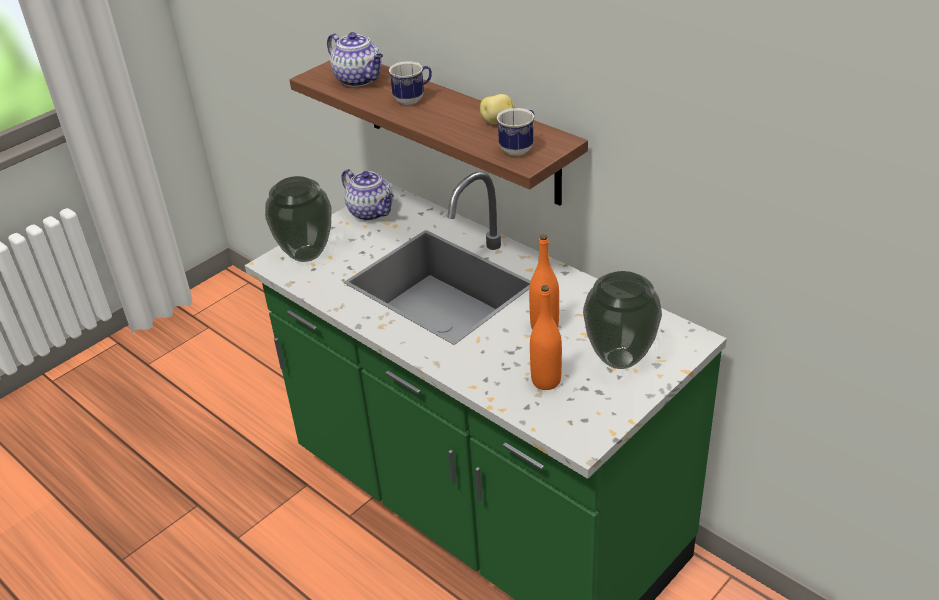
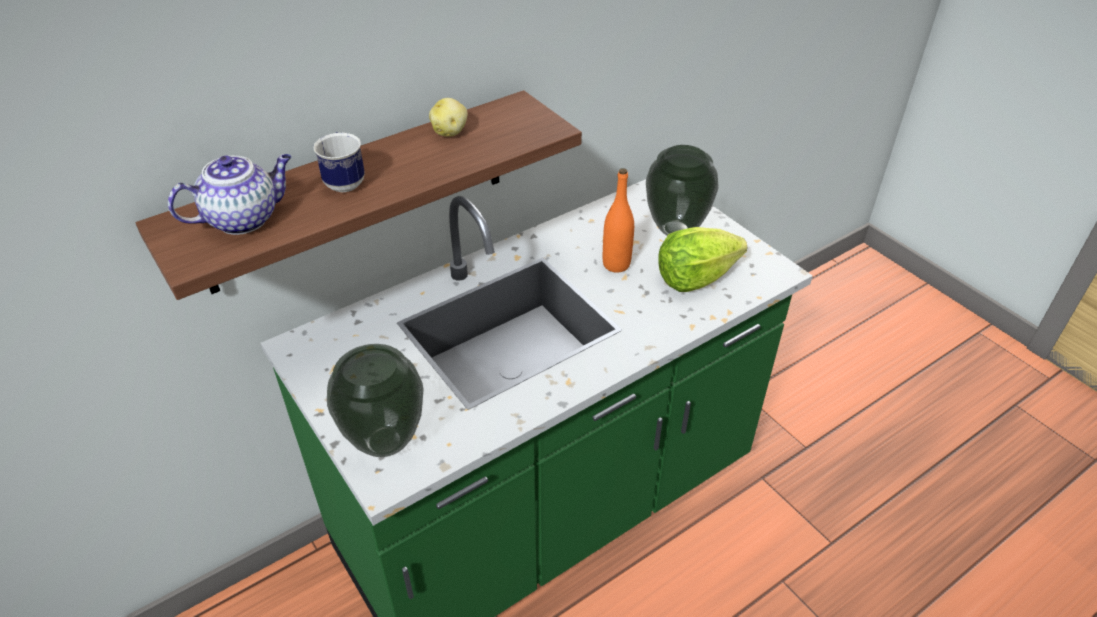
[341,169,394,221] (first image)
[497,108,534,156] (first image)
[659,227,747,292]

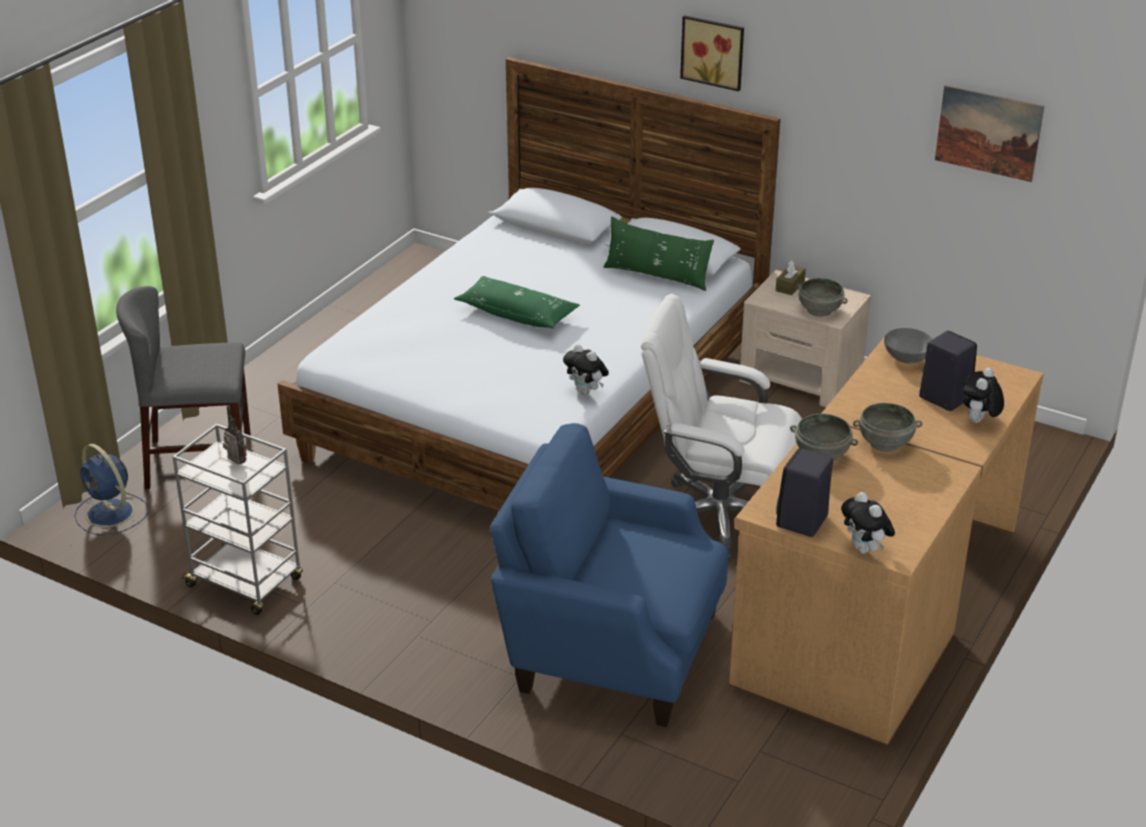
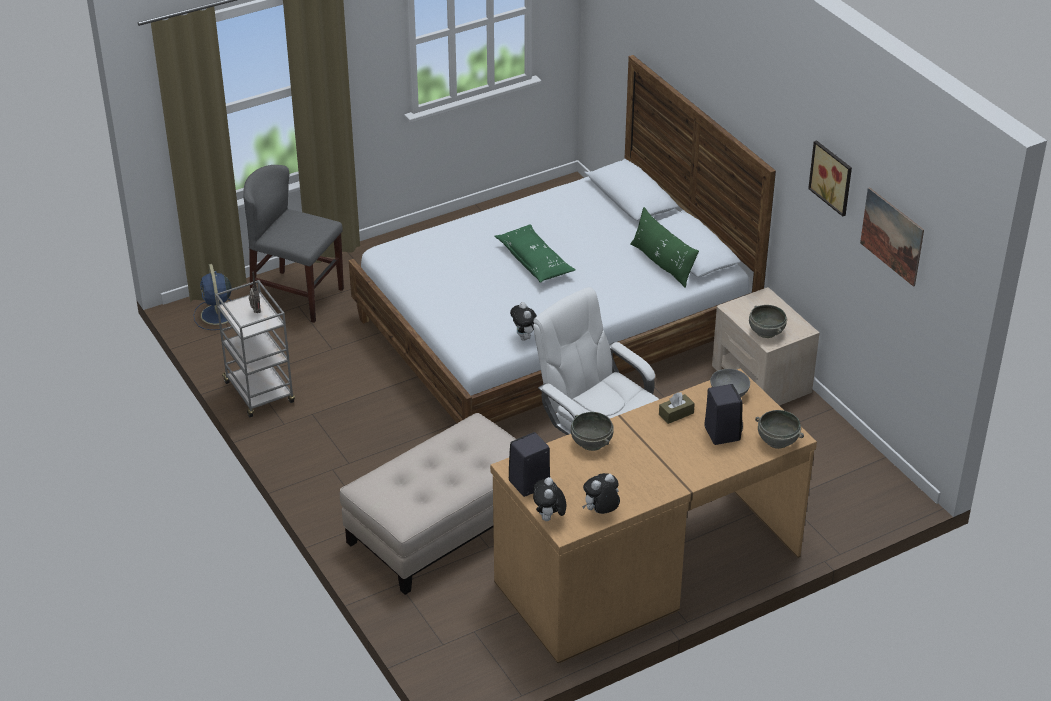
[340,413,516,595]
[808,140,852,217]
[659,392,695,424]
[755,410,804,449]
[582,473,620,514]

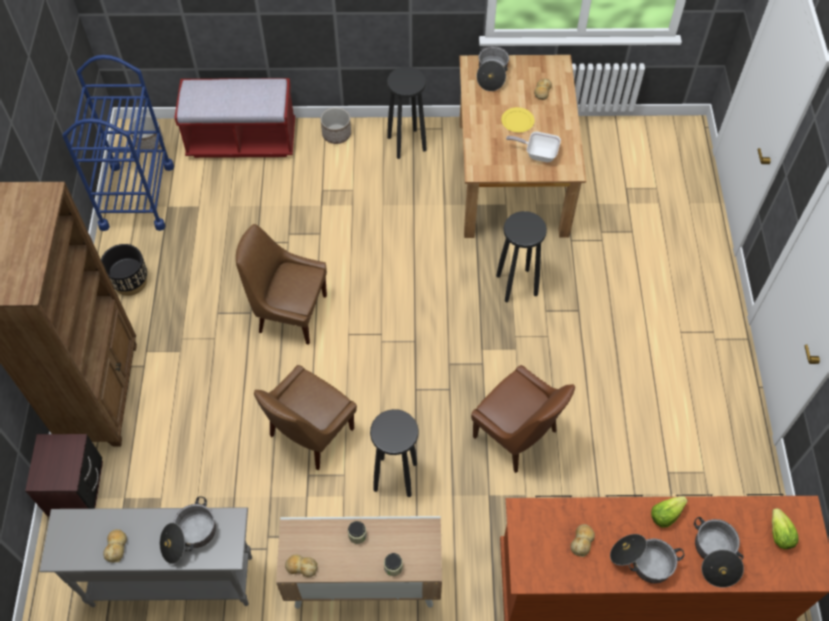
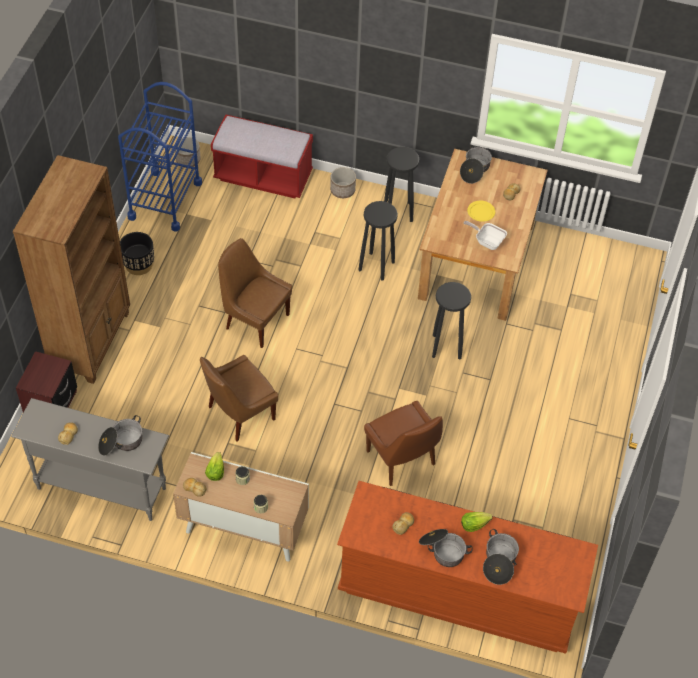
[358,201,398,281]
[205,452,224,481]

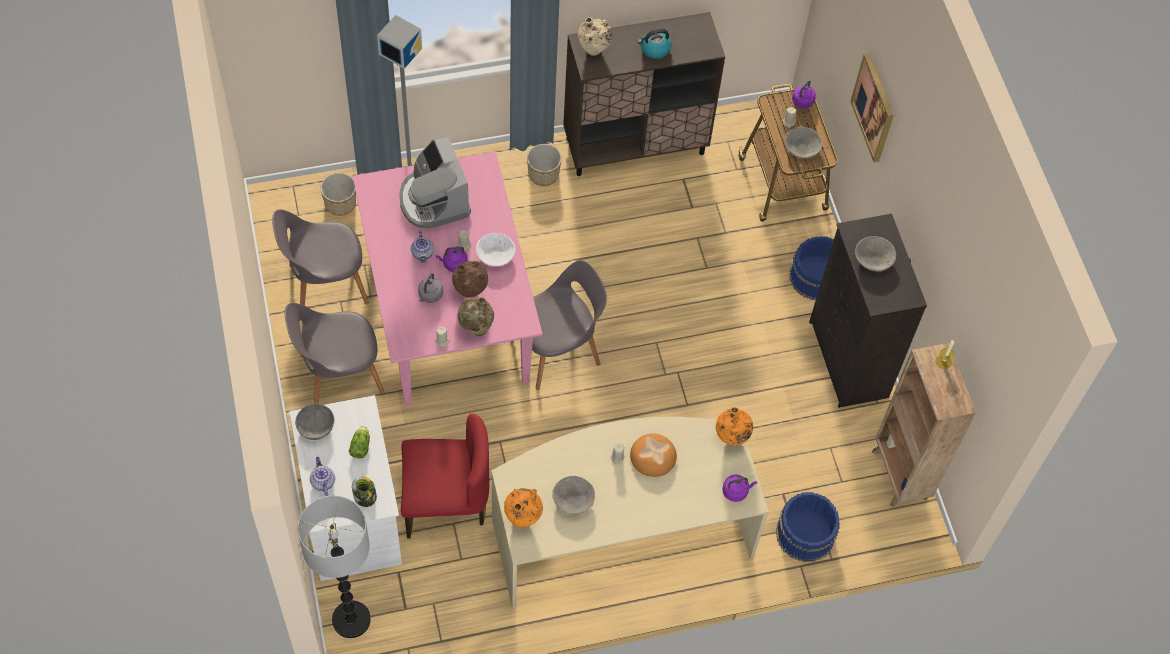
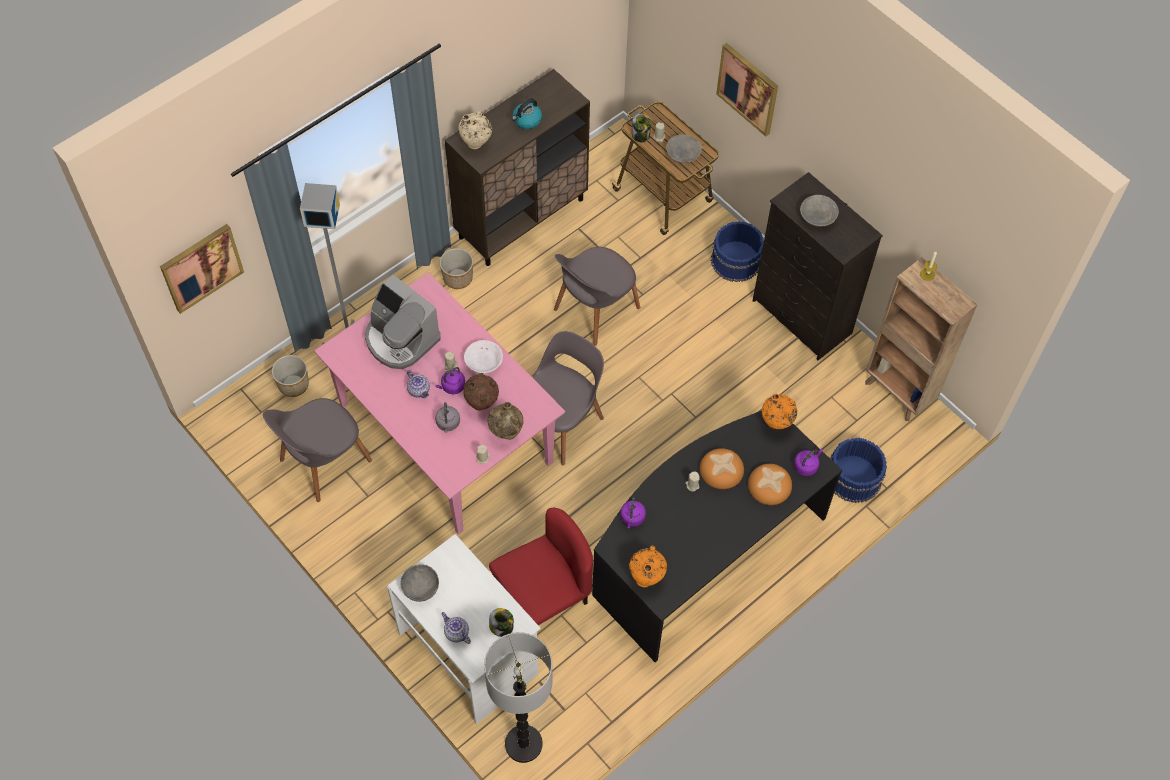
[554,247,640,346]
[349,426,370,458] (first image)
[592,411,842,662]
[552,476,595,515] (first image)
[621,497,646,528]
[160,224,244,314]
[632,114,651,142]
[748,464,792,505]

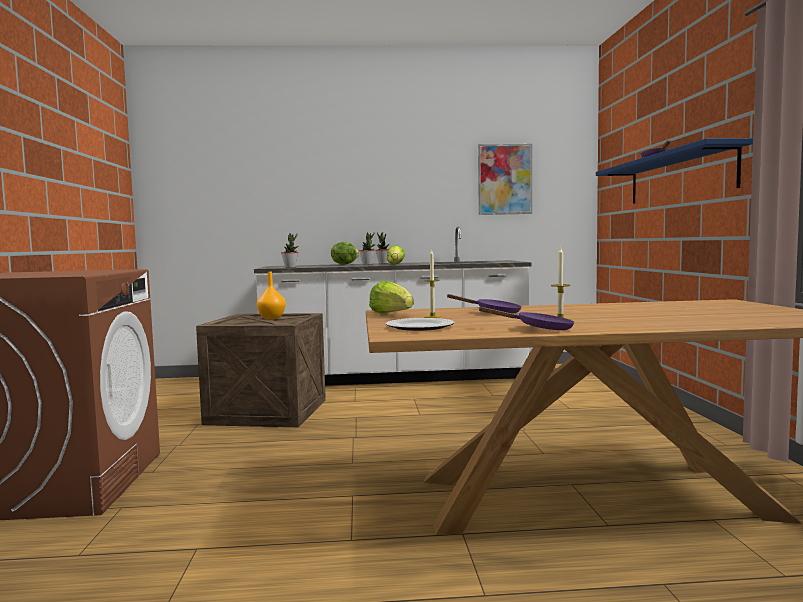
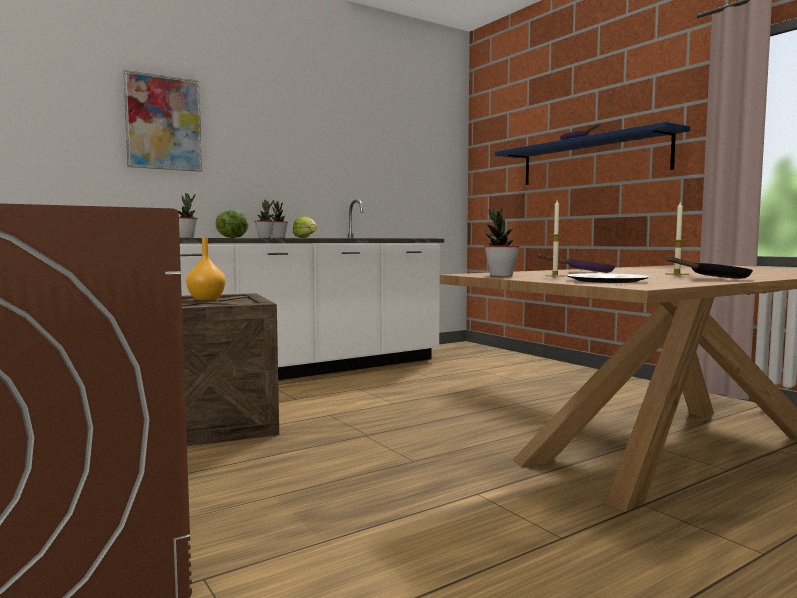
[484,208,520,277]
[123,70,202,172]
[666,257,753,279]

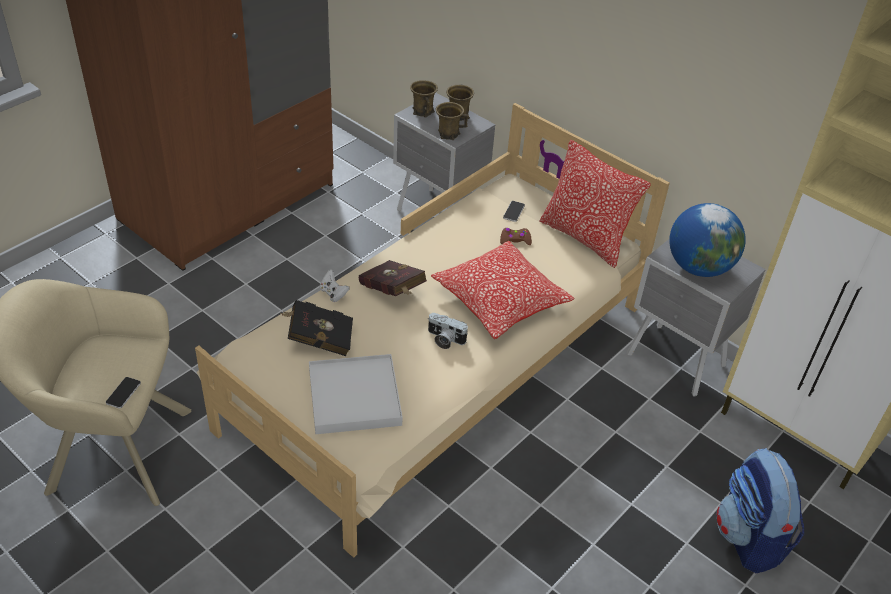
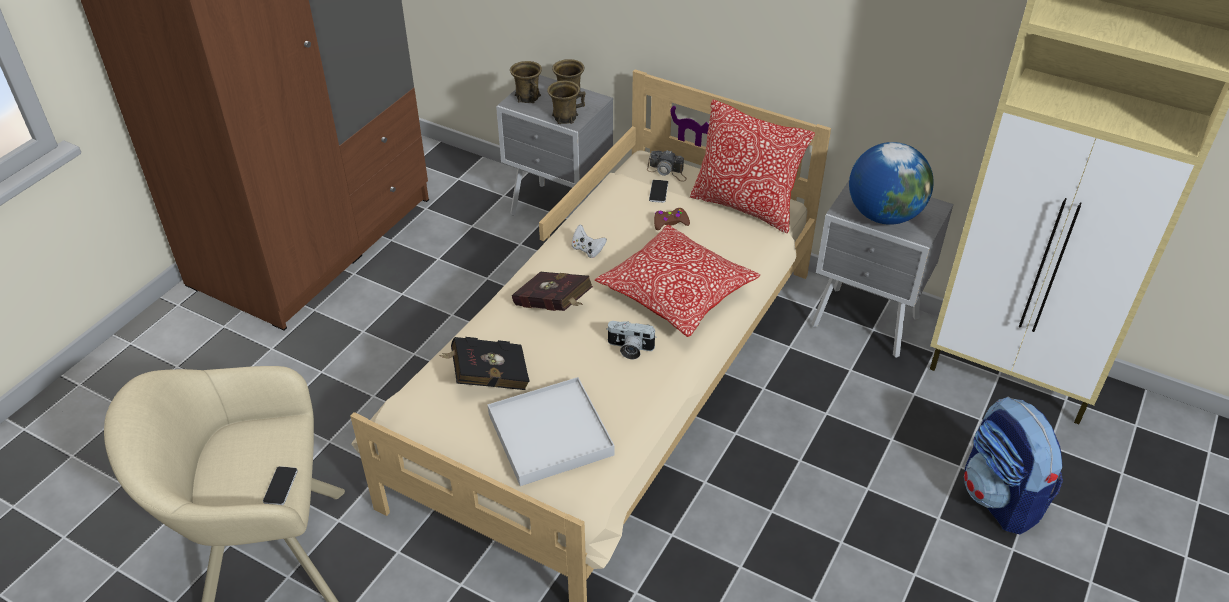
[572,225,607,258]
[647,151,687,181]

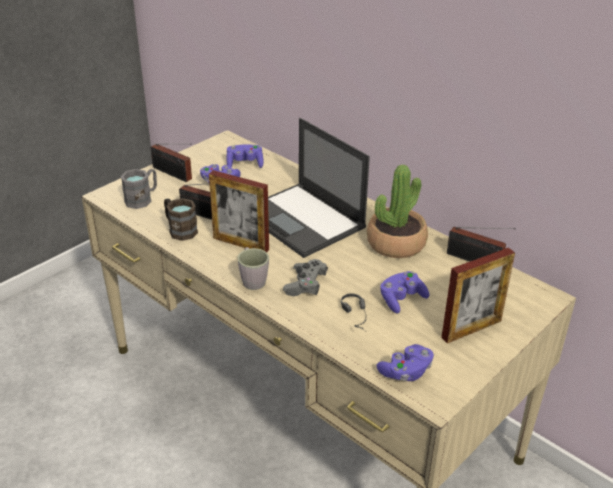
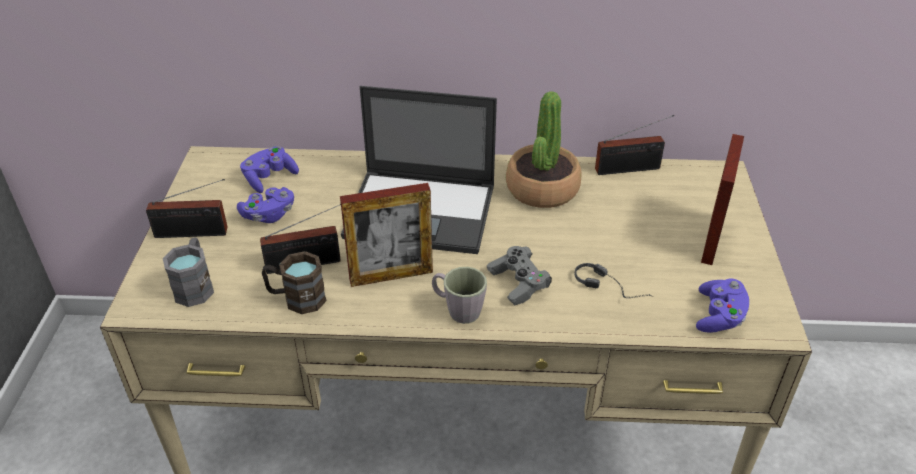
[380,271,429,314] (first image)

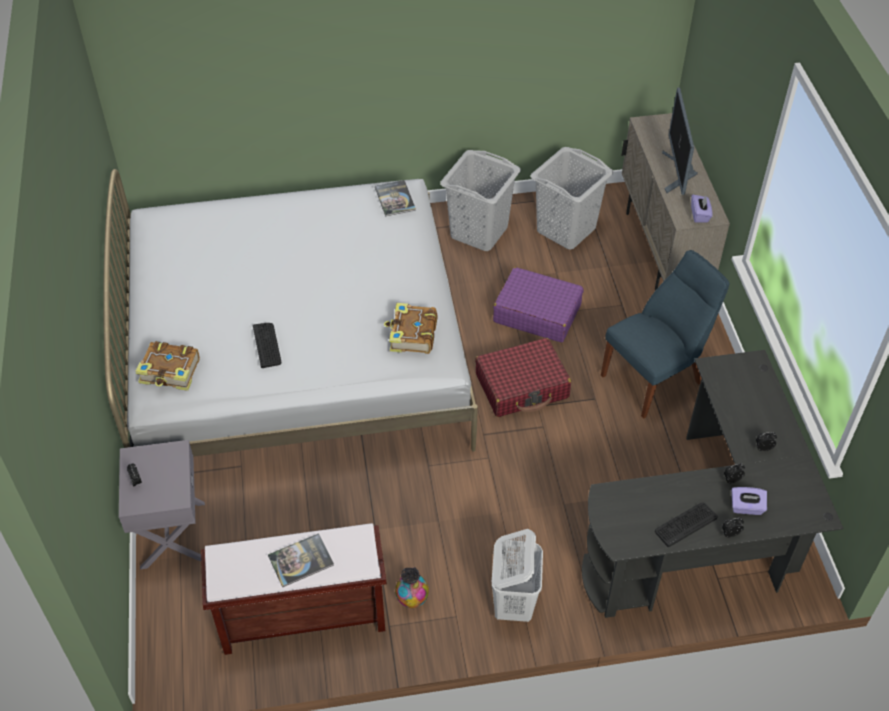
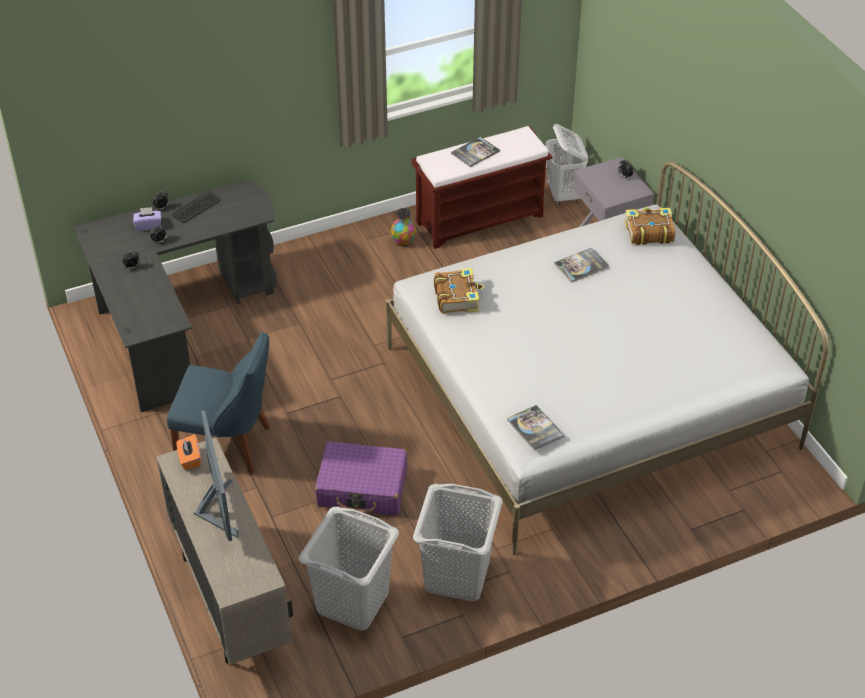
[554,248,609,282]
[475,338,571,417] (first image)
[545,124,588,205]
[167,332,270,474]
[177,435,201,470]

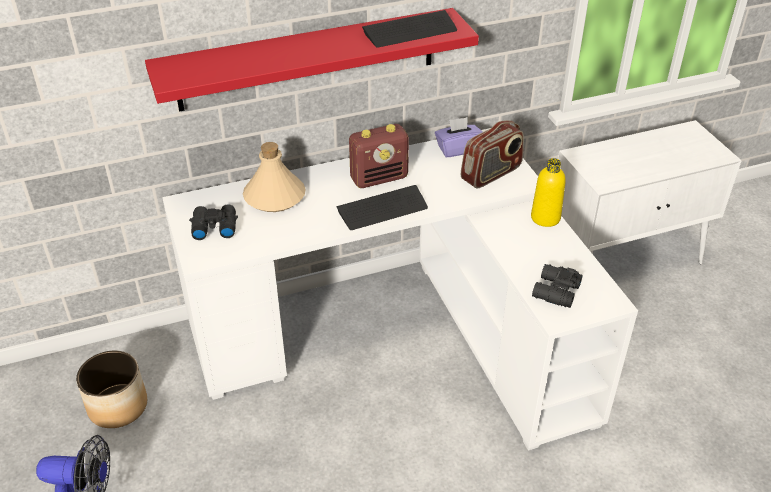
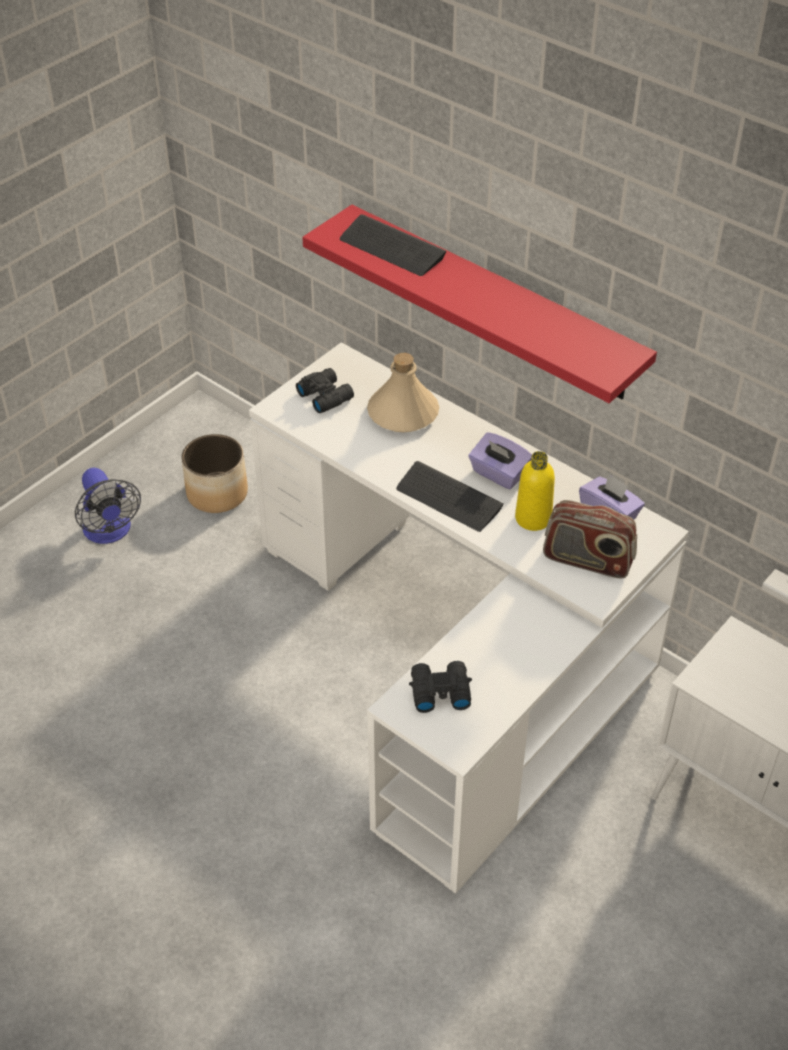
[468,432,532,489]
[340,214,447,276]
[515,451,555,531]

